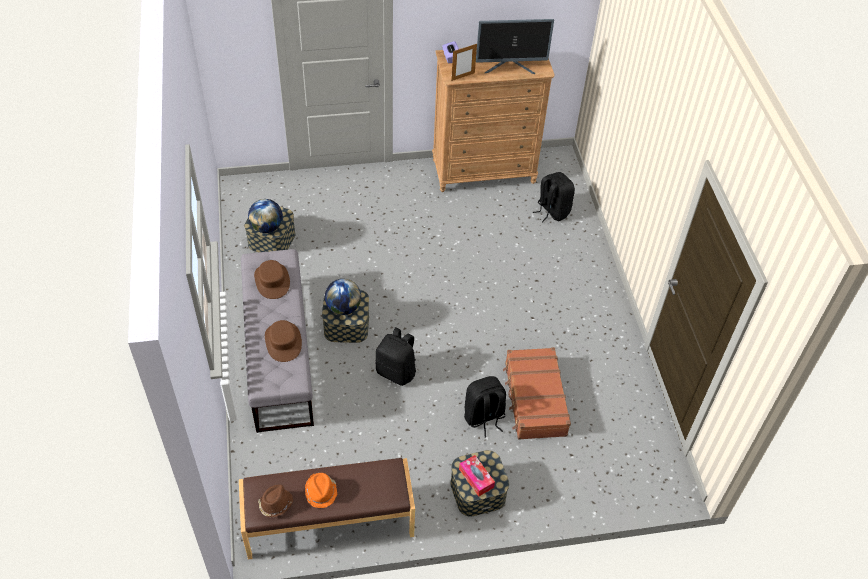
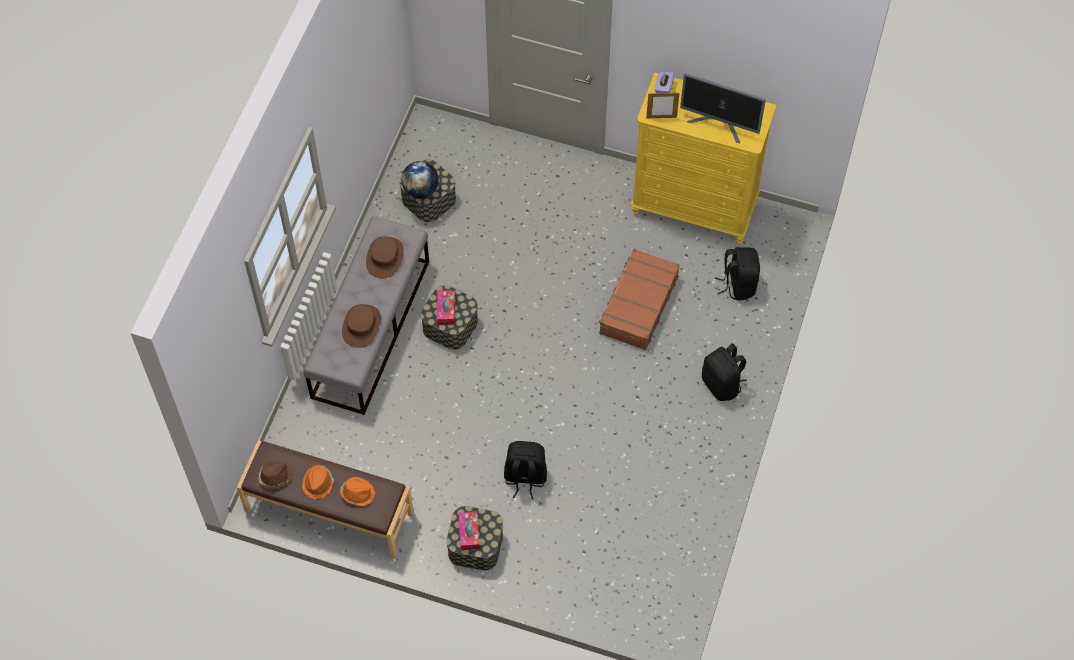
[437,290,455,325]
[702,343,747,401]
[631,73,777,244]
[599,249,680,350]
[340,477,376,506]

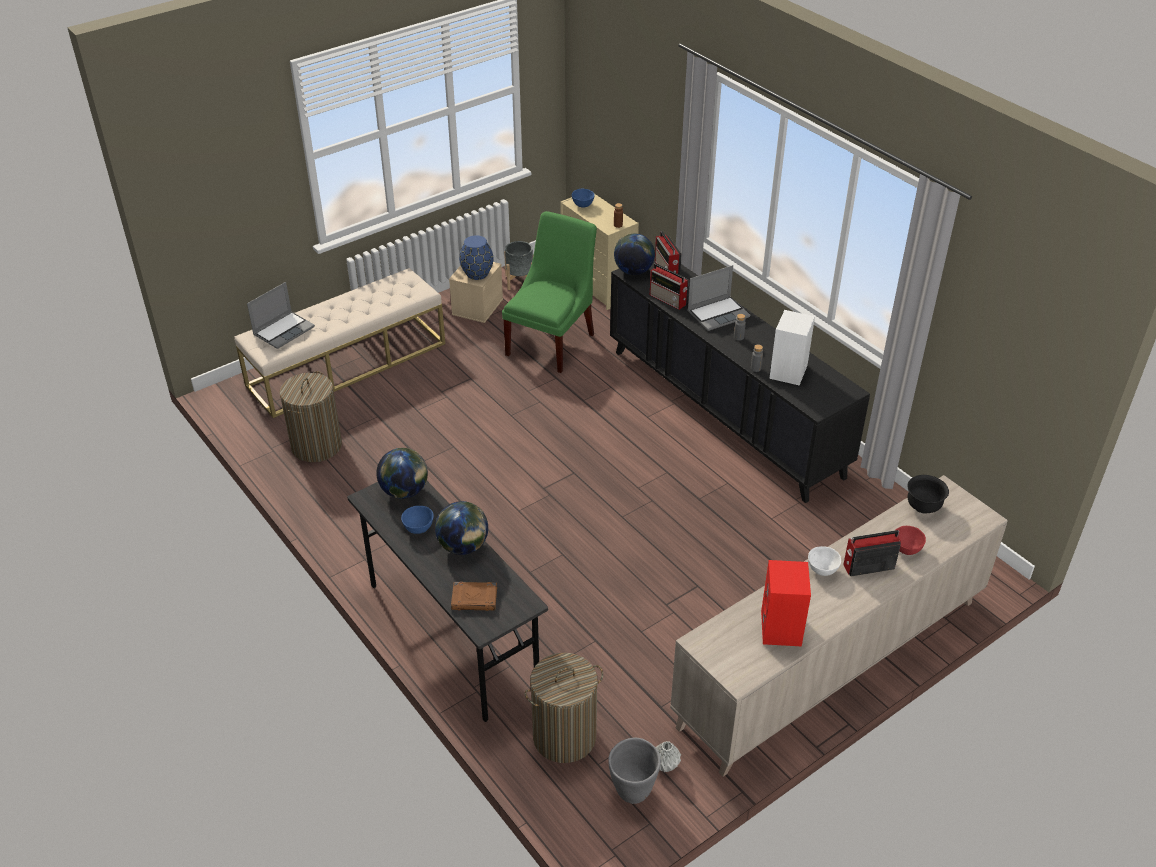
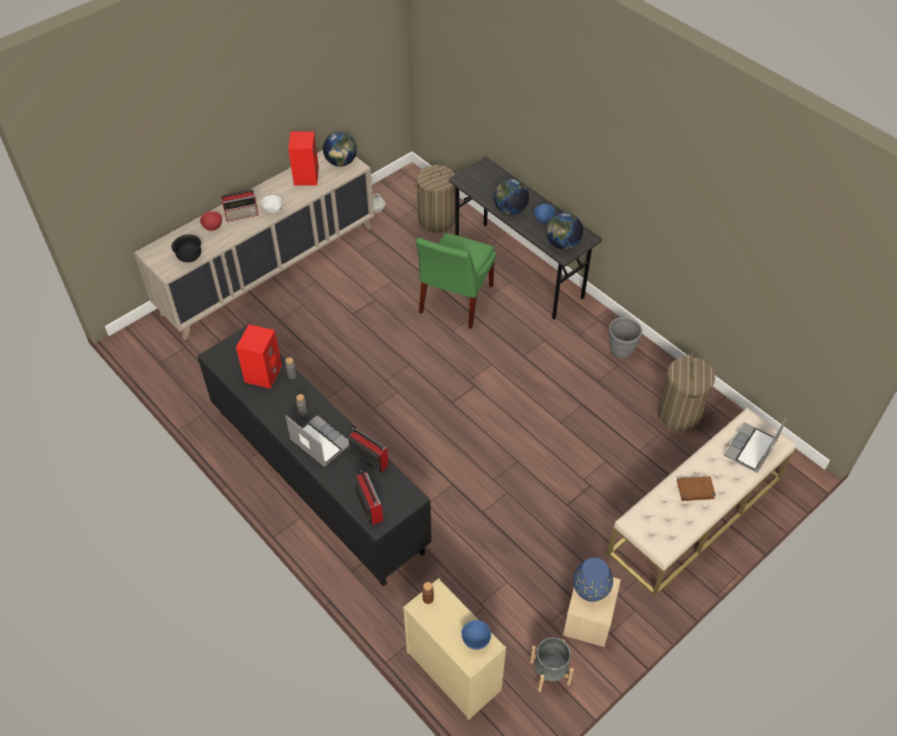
[677,476,716,501]
[416,233,496,329]
[609,317,642,359]
[323,132,357,167]
[286,415,349,467]
[236,324,282,388]

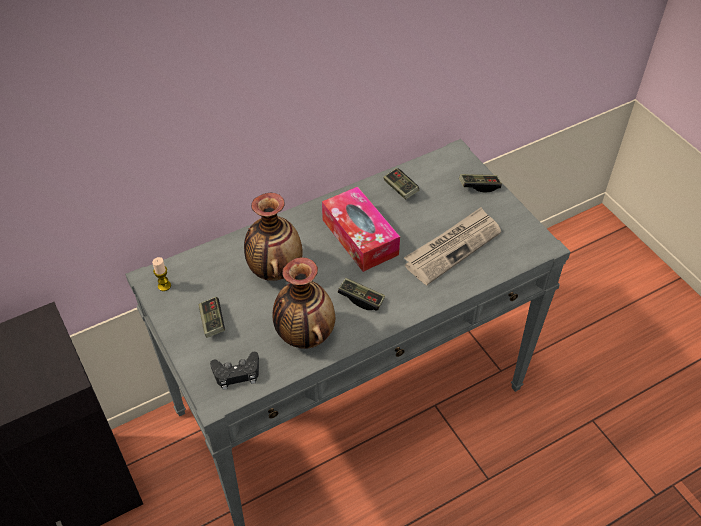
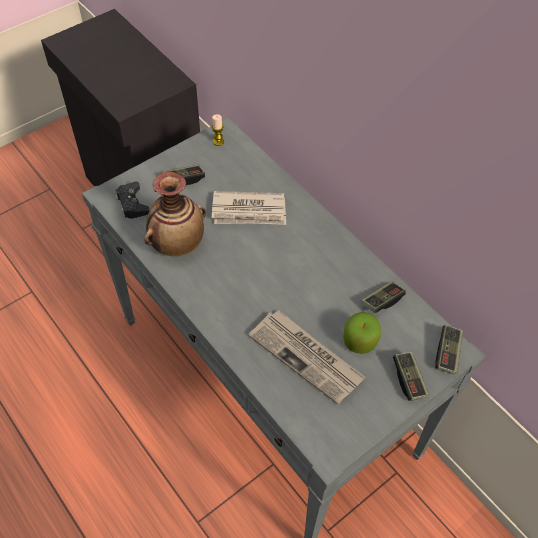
[212,191,286,225]
[322,187,400,272] (first image)
[435,325,463,374]
[343,312,381,354]

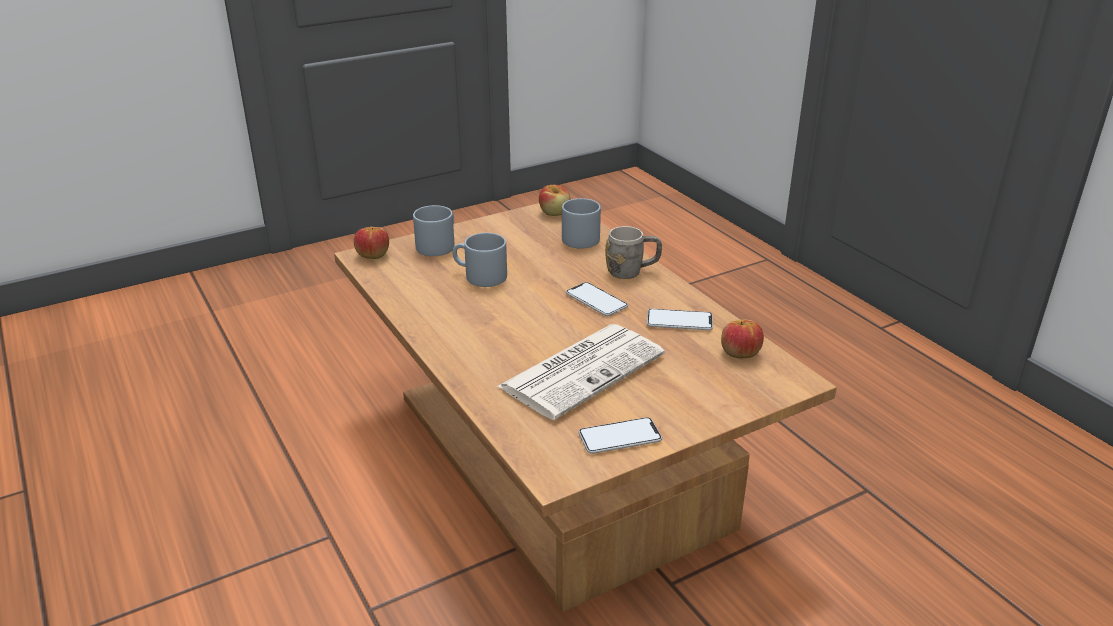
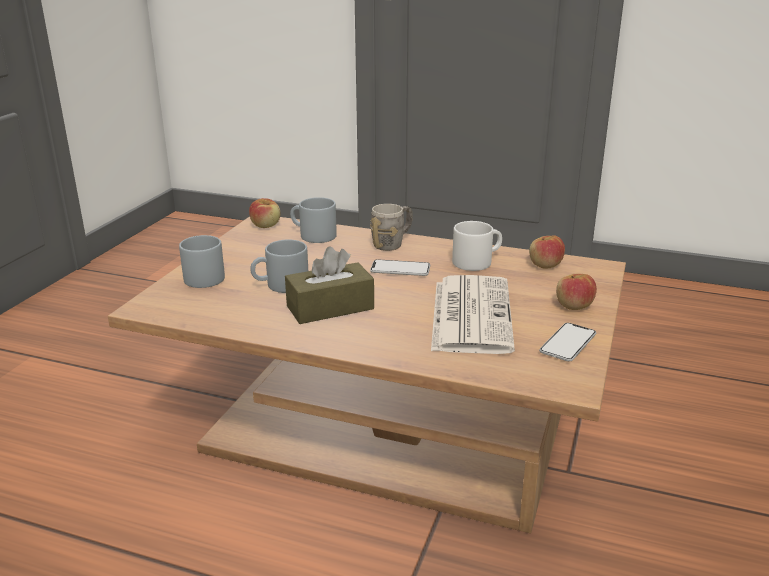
[556,274,597,310]
[452,221,502,271]
[285,246,374,324]

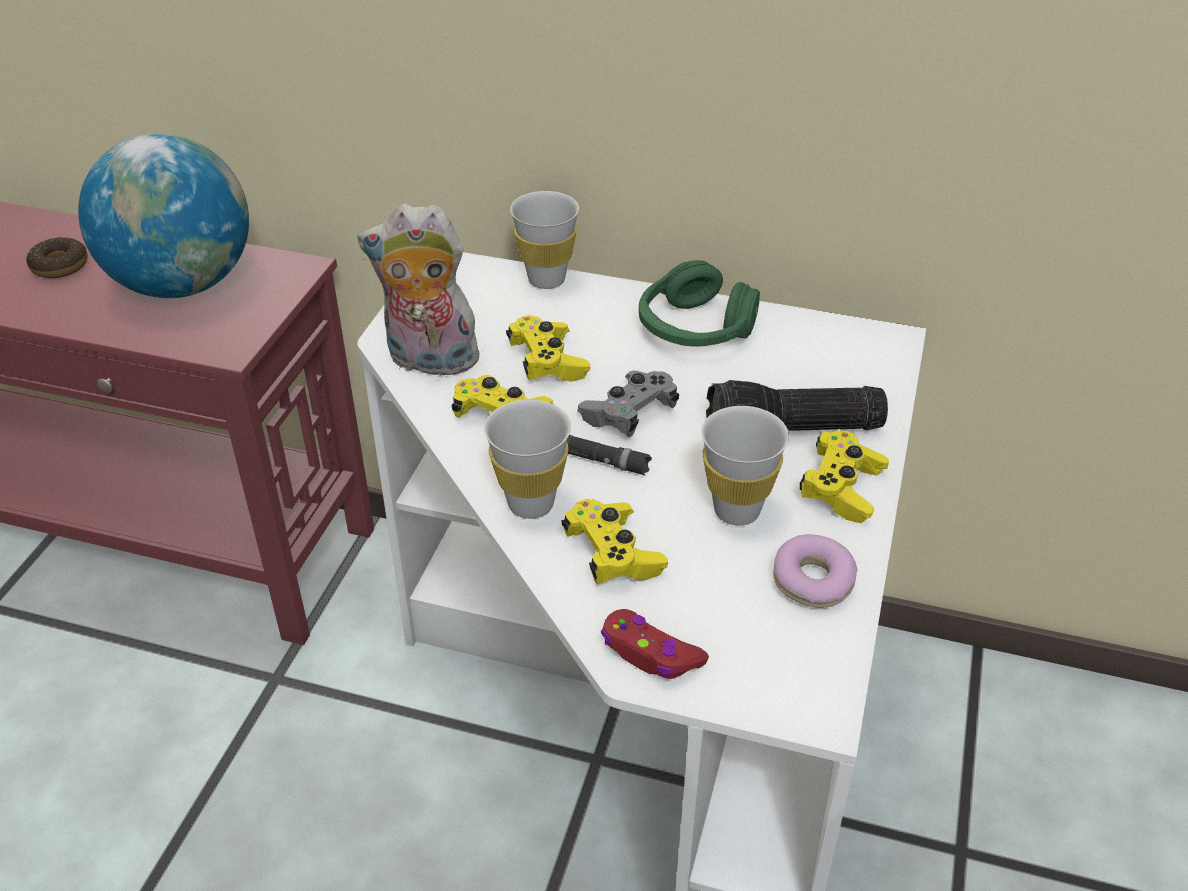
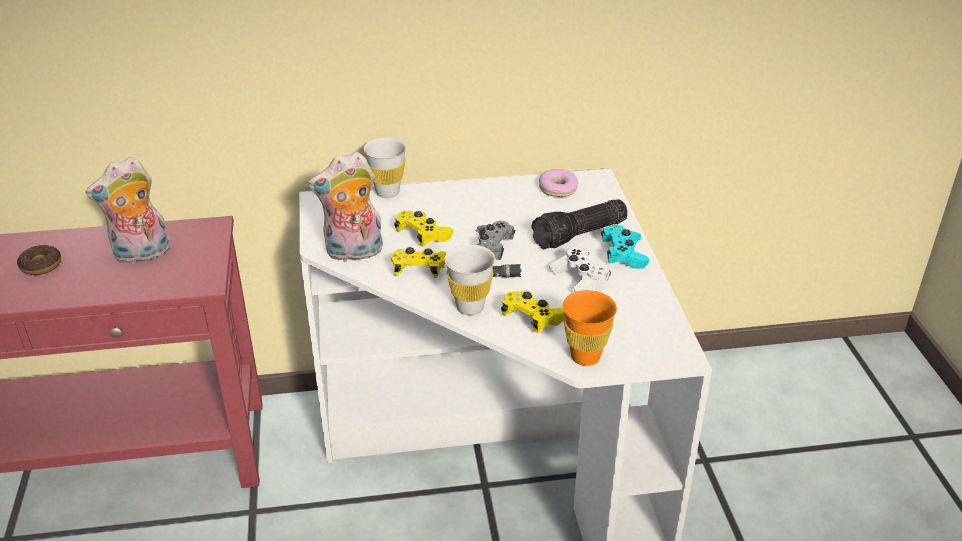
[85,157,170,265]
[563,290,617,366]
[639,260,760,347] (first image)
[549,247,611,292]
[539,169,578,197]
[601,224,649,269]

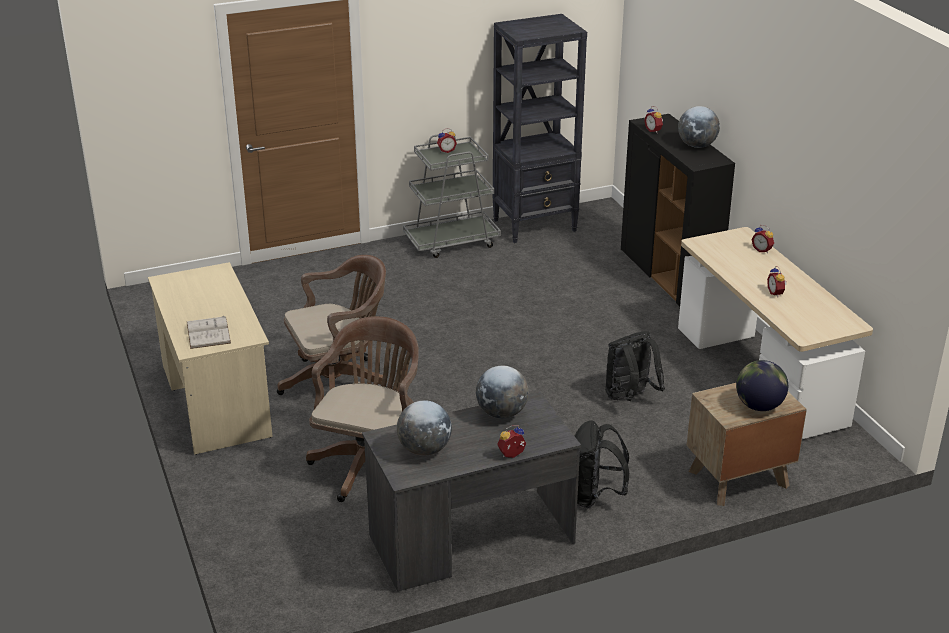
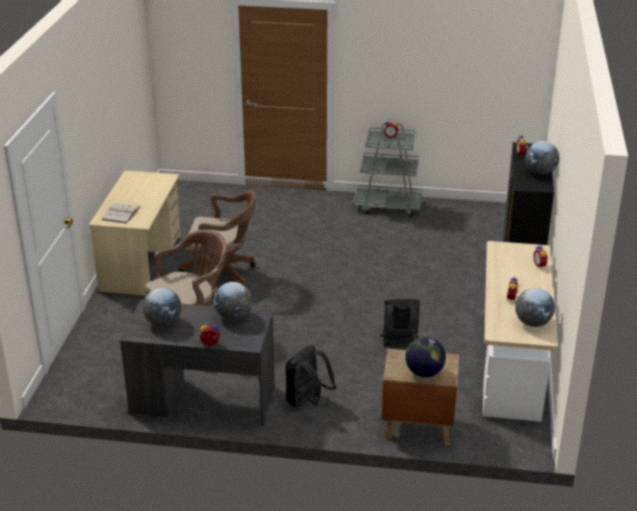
[493,14,587,243] (first image)
[515,288,555,327]

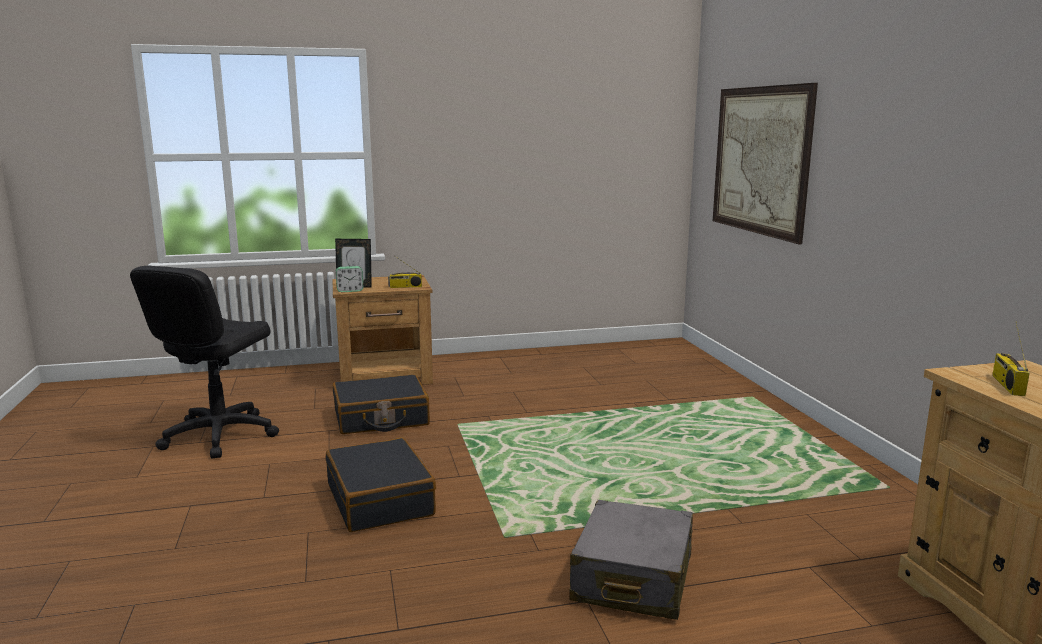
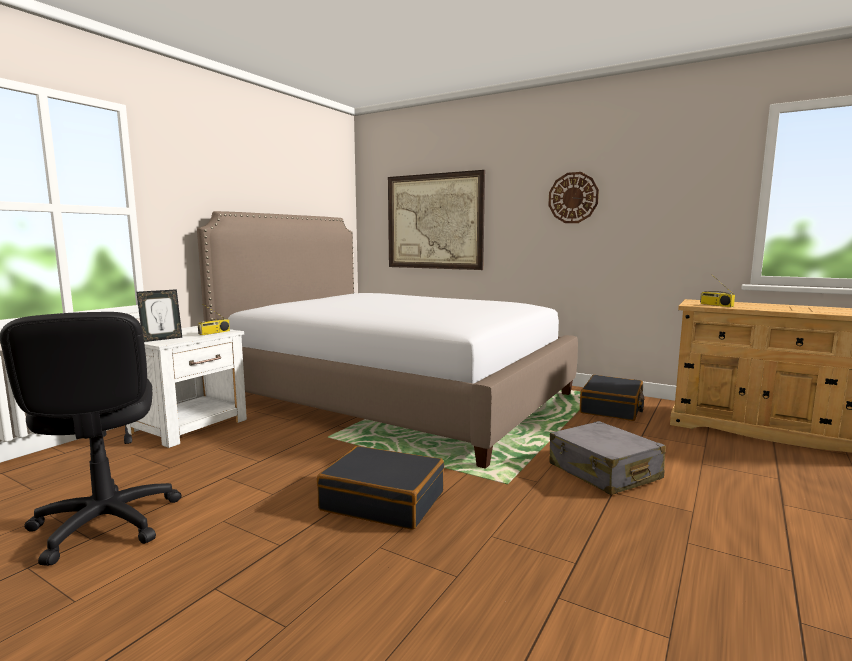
[126,326,247,448]
[580,375,644,421]
[336,266,363,292] (first image)
[197,211,578,469]
[548,172,599,223]

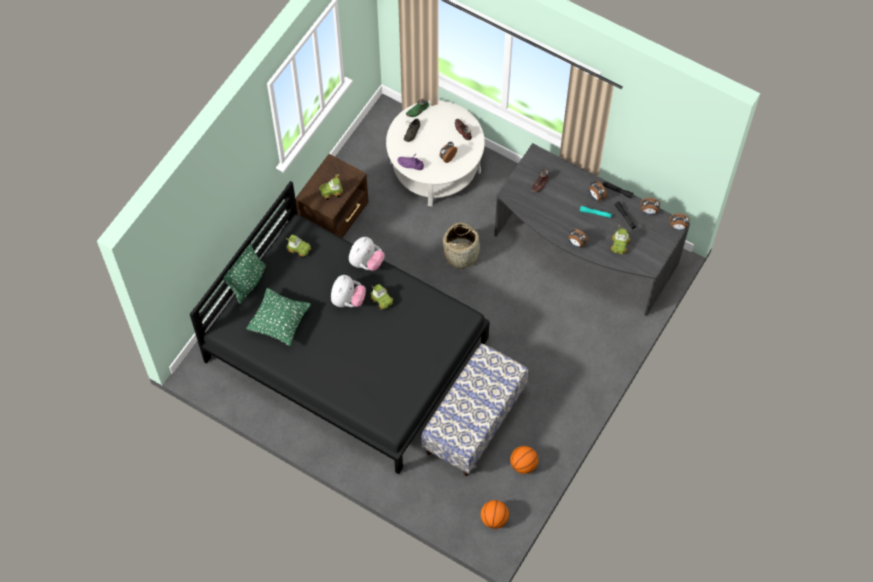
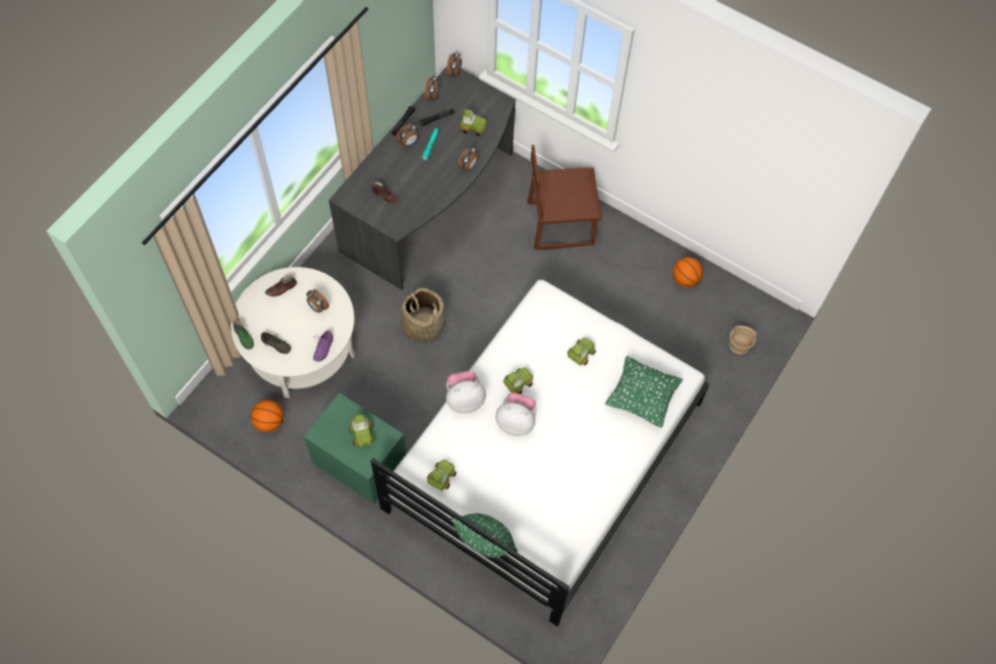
[371,280,710,627]
[605,356,683,428]
[304,393,406,504]
[446,371,486,413]
[421,344,528,476] (first image)
[251,400,284,432]
[527,145,602,250]
[567,338,596,366]
[729,326,757,354]

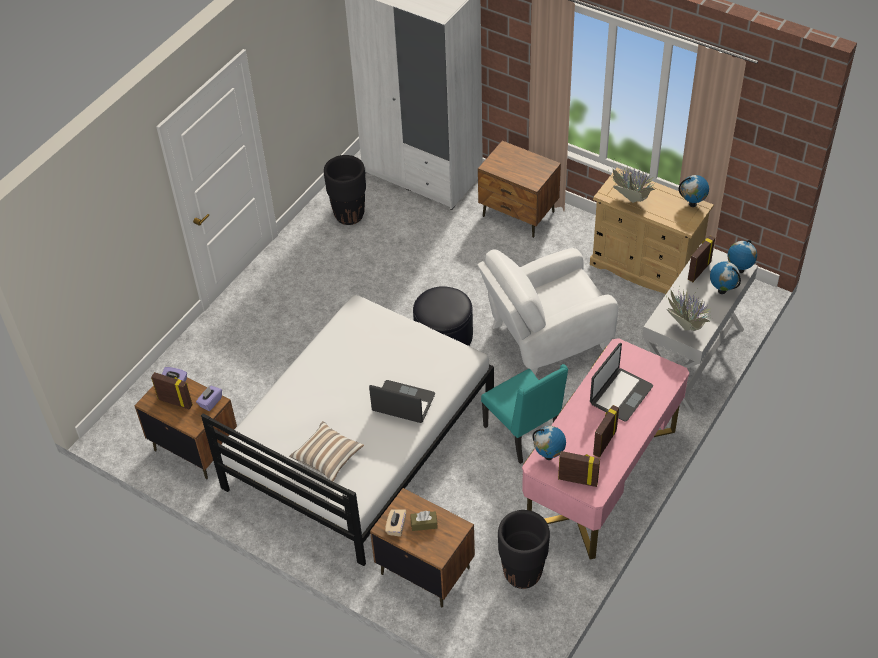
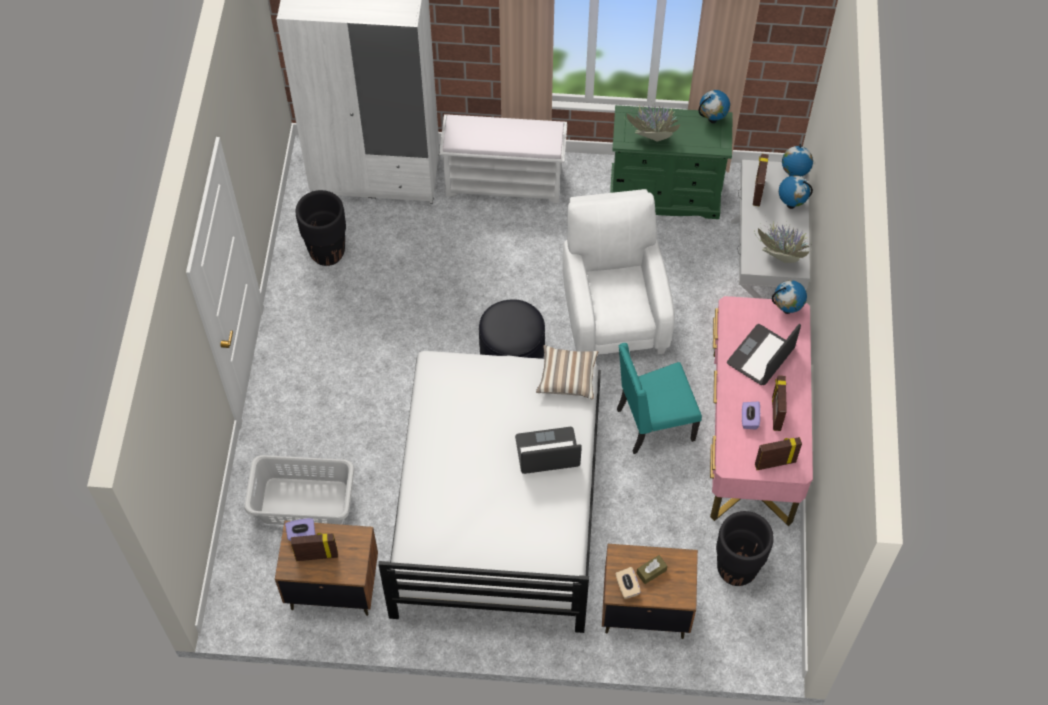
[742,401,760,429]
[536,345,598,399]
[562,189,675,355]
[439,114,567,203]
[617,343,702,454]
[772,280,807,314]
[610,105,733,219]
[727,323,801,385]
[244,455,355,525]

